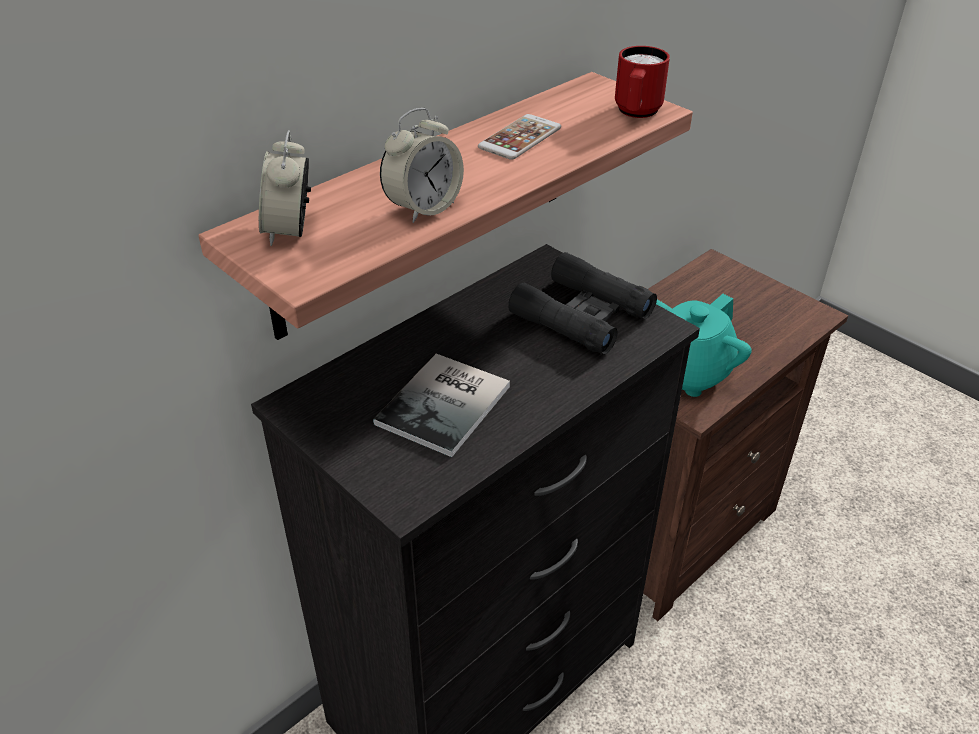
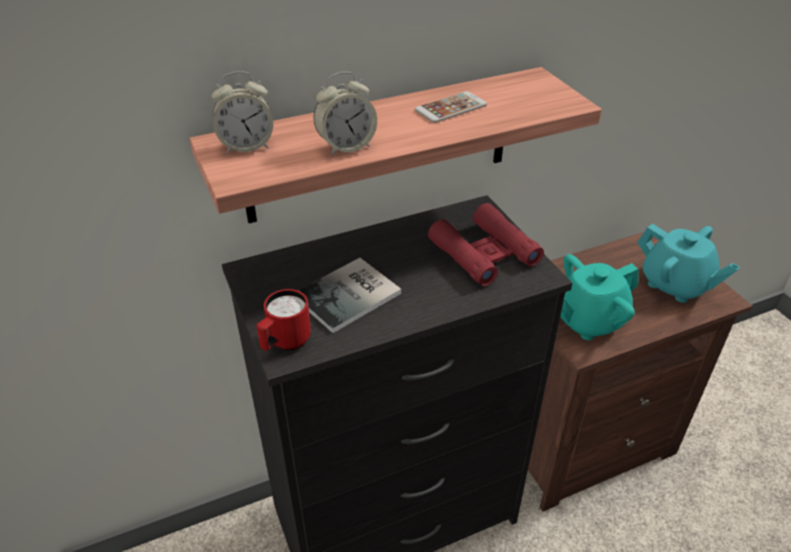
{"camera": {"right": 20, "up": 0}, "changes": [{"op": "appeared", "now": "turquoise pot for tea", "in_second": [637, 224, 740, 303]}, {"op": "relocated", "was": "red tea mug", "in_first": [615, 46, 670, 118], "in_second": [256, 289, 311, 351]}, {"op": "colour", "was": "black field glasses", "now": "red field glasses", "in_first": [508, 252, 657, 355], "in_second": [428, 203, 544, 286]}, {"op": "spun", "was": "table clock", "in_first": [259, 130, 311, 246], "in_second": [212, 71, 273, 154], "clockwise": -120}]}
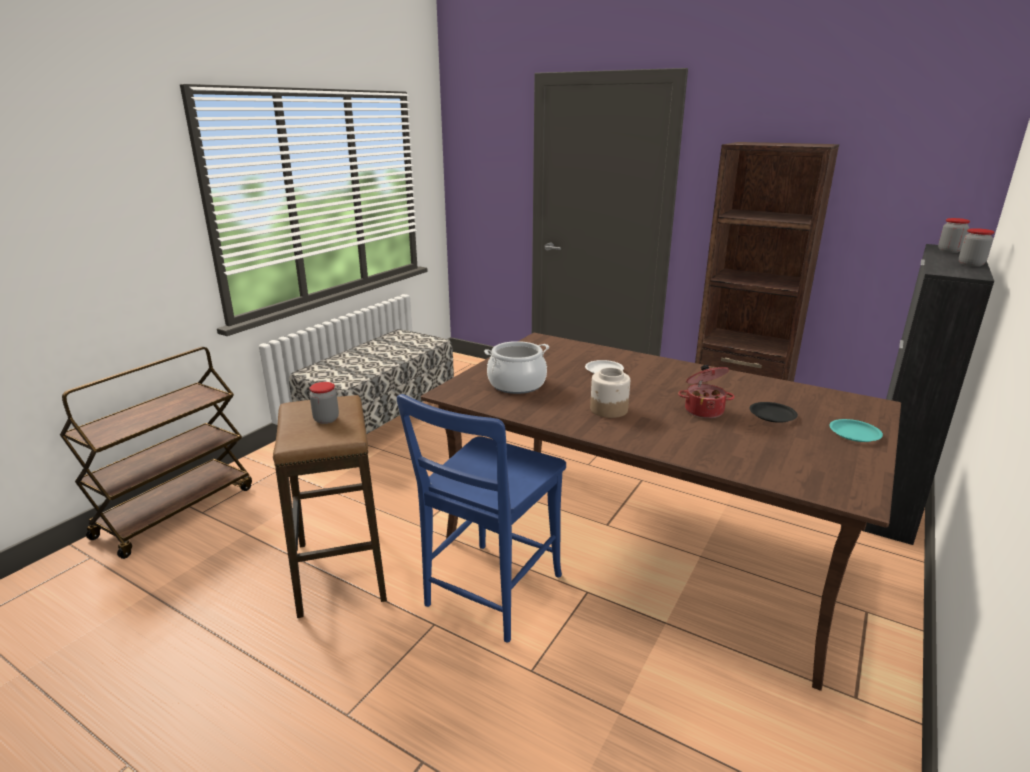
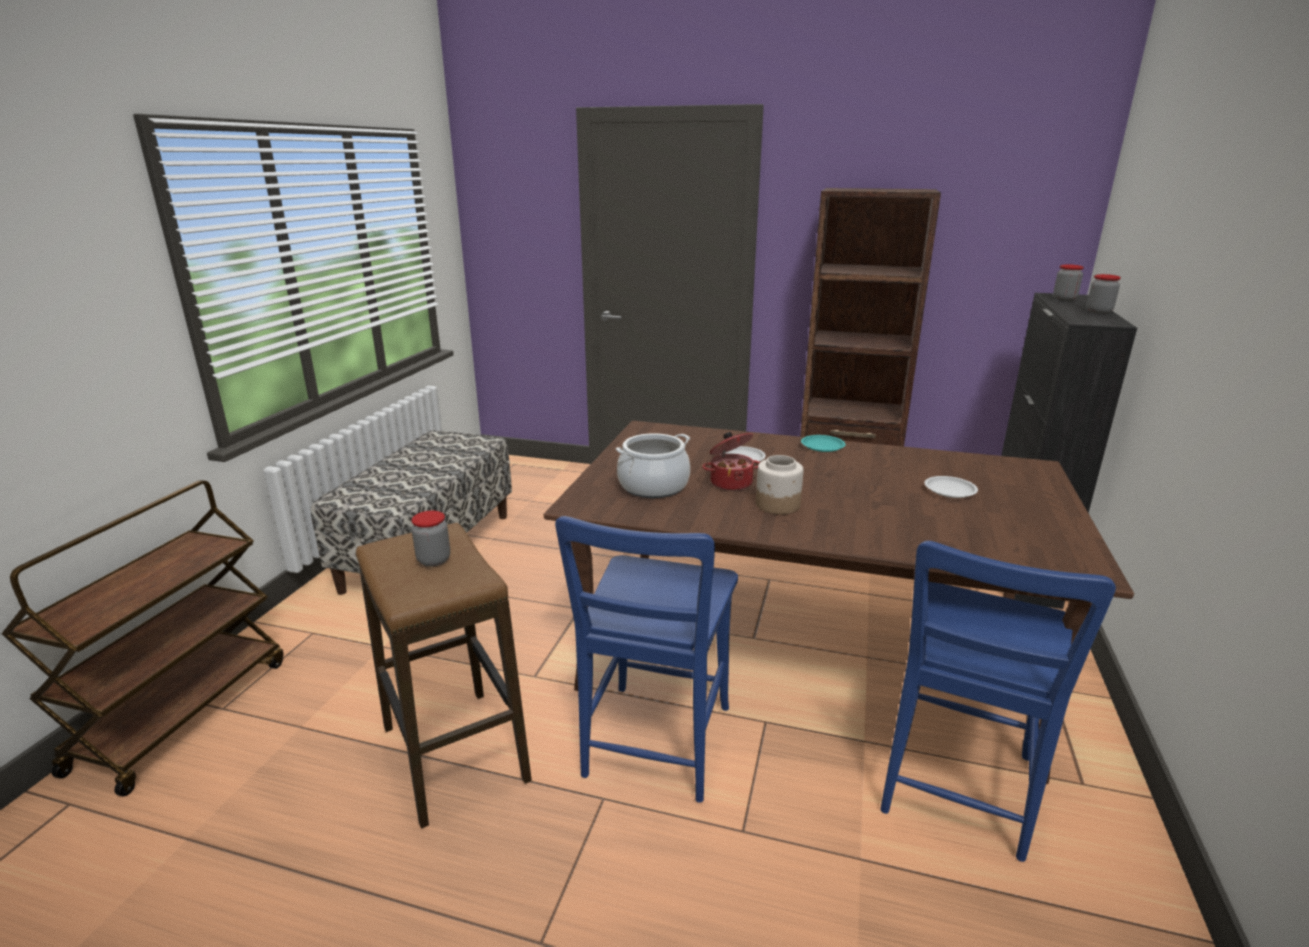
{"camera": {"right": -15, "up": 0}, "changes": [{"op": "appeared", "now": "blue plain chair", "in_second": [880, 541, 1116, 862]}, {"op": "relocated", "was": "stockpot", "in_first": [678, 365, 735, 418], "in_second": [702, 432, 760, 491]}, {"op": "relocated", "was": "turquoise flat dish", "in_first": [829, 419, 883, 442], "in_second": [801, 435, 845, 452]}, {"op": "colour", "was": "black flat dish", "now": "white-coloured flat dish", "in_first": [749, 402, 798, 423], "in_second": [924, 476, 978, 498]}]}
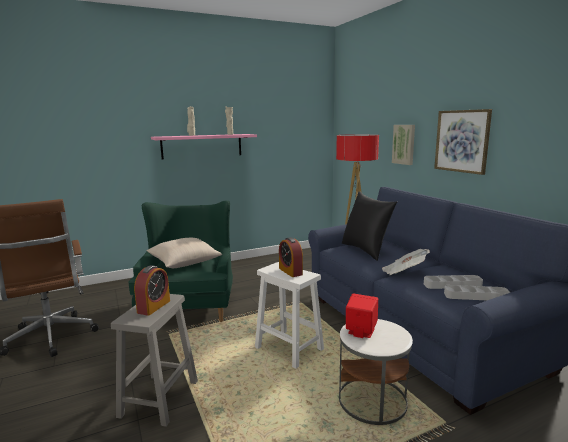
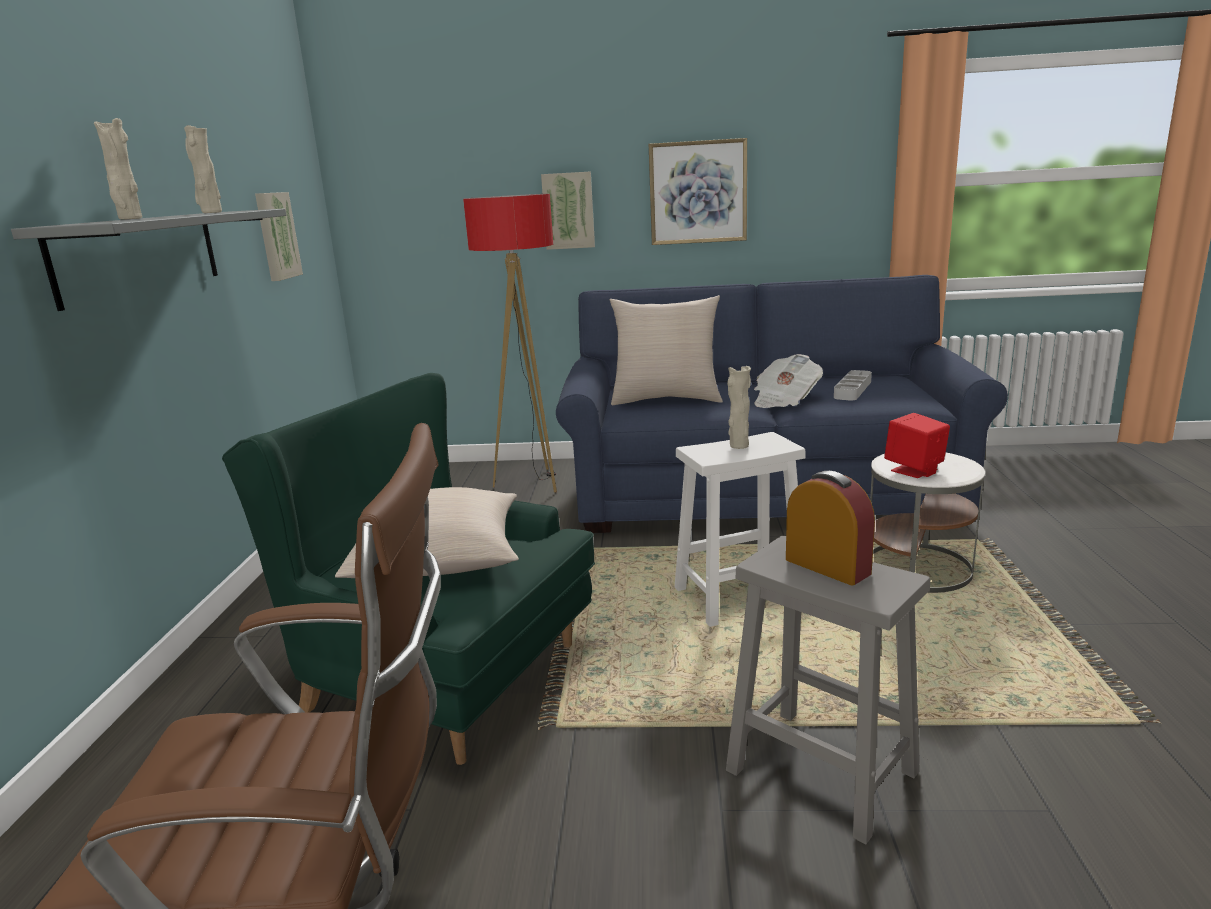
{"camera": {"right": -60, "up": 5}, "changes": [{"op": "missing", "was": "grey tray", "in_first": [444, 285, 511, 300]}, {"op": "appeared", "now": "wall picture", "in_second": [255, 192, 303, 281]}, {"op": "exchanged", "was": "table clock", "now": "beige vase", "in_first": [279, 237, 303, 277], "in_second": [727, 366, 751, 449]}, {"op": "colour", "was": "pinkish bracket shelf", "now": "grey bracket shelf", "in_first": [151, 134, 257, 159], "in_second": [11, 209, 286, 311]}, {"op": "colour", "was": "black cushion", "now": "beige cushion", "in_first": [342, 191, 397, 261], "in_second": [609, 295, 723, 405]}]}
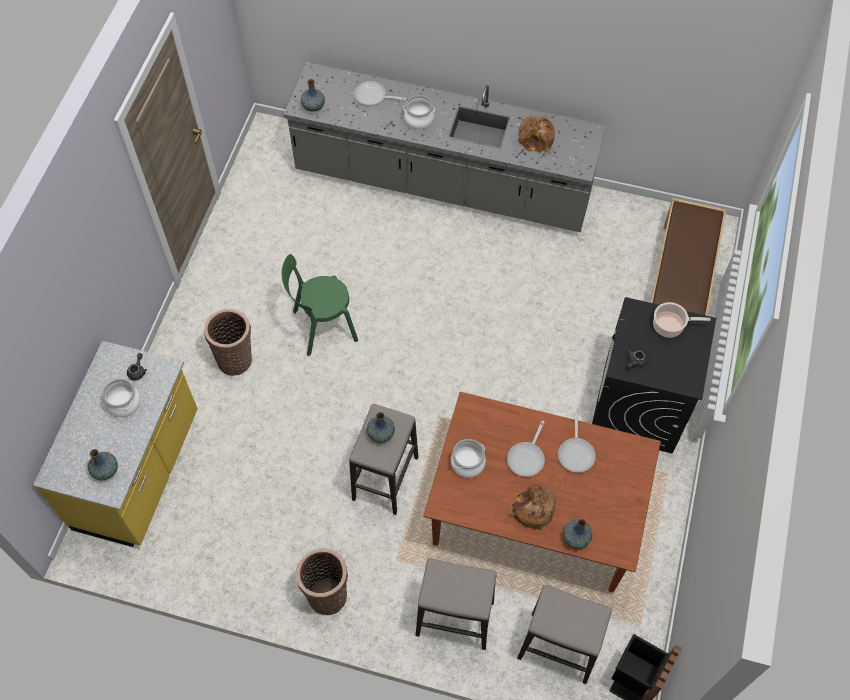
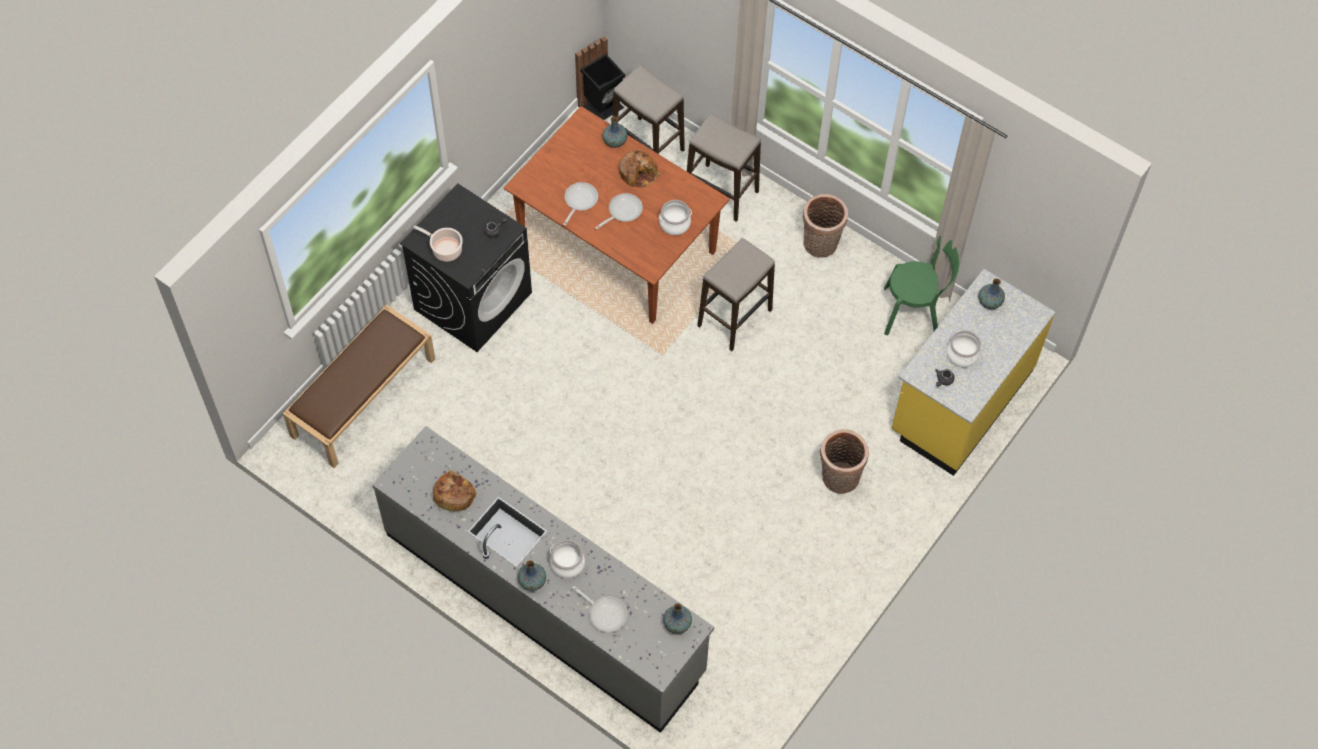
{"camera": {"right": -160, "up": 0}, "changes": [{"op": "relocated", "was": "green-coloured plain chair", "in_first": [282, 254, 358, 356], "in_second": [884, 236, 959, 335]}, {"op": "relocated", "was": "vase", "in_first": [367, 412, 395, 443], "in_second": [518, 560, 546, 591]}]}
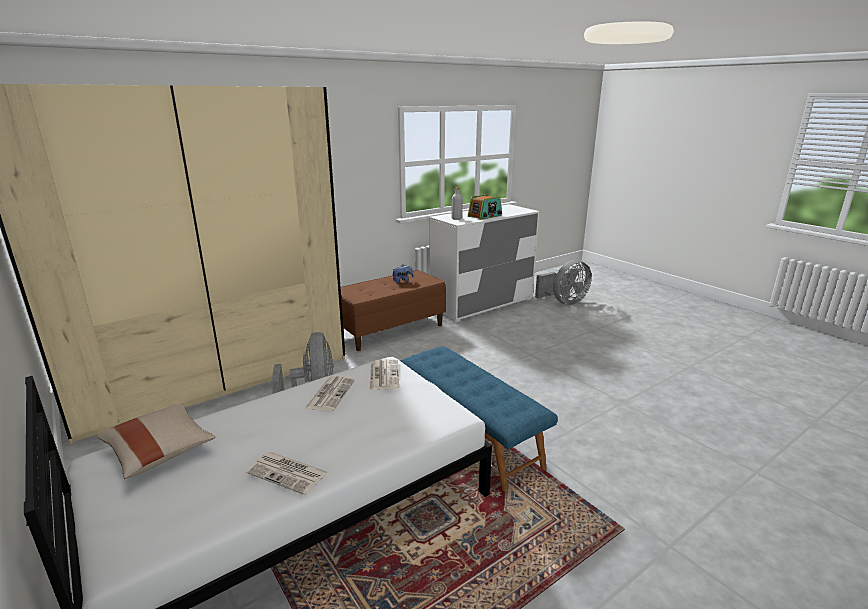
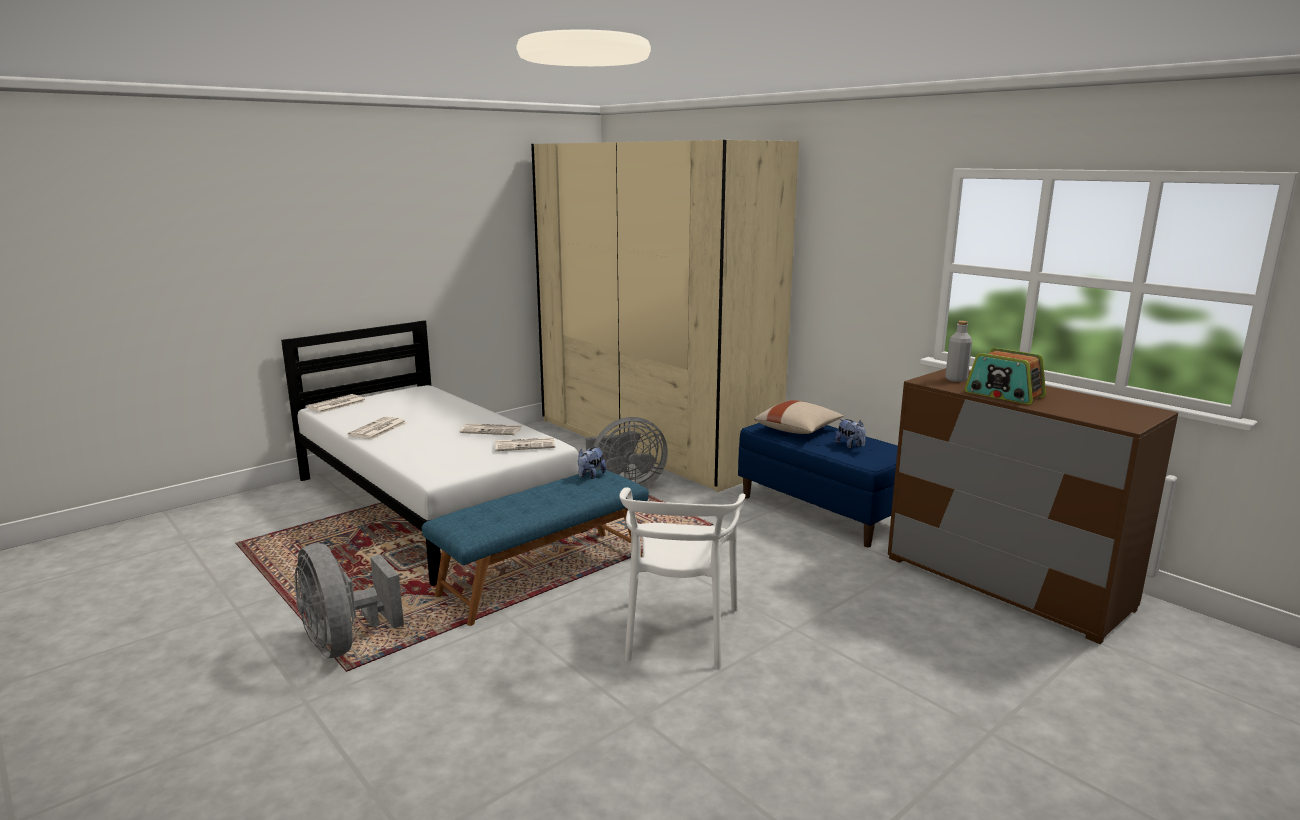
{"camera": {"right": 85, "up": -5}, "changes": [{"op": "appeared", "now": "printed paper", "in_second": [306, 394, 365, 413]}, {"op": "appeared", "now": "plush toy", "in_second": [578, 447, 606, 479]}, {"op": "appeared", "now": "white-coloured plain chair", "in_second": [619, 487, 745, 669]}, {"op": "relocated", "was": "beige cushion", "in_first": [97, 404, 215, 479], "in_second": [754, 400, 844, 434]}, {"op": "relocated", "was": "grey electric fan", "in_first": [535, 260, 592, 305], "in_second": [294, 543, 404, 658]}, {"op": "colour", "was": "brown-coloured indoor bench", "now": "blue indoor bench", "in_first": [341, 270, 446, 351], "in_second": [738, 423, 898, 547]}, {"op": "colour", "was": "white-coloured chest of drawers", "now": "brown-coloured chest of drawers", "in_first": [429, 204, 540, 323], "in_second": [888, 368, 1178, 644]}]}
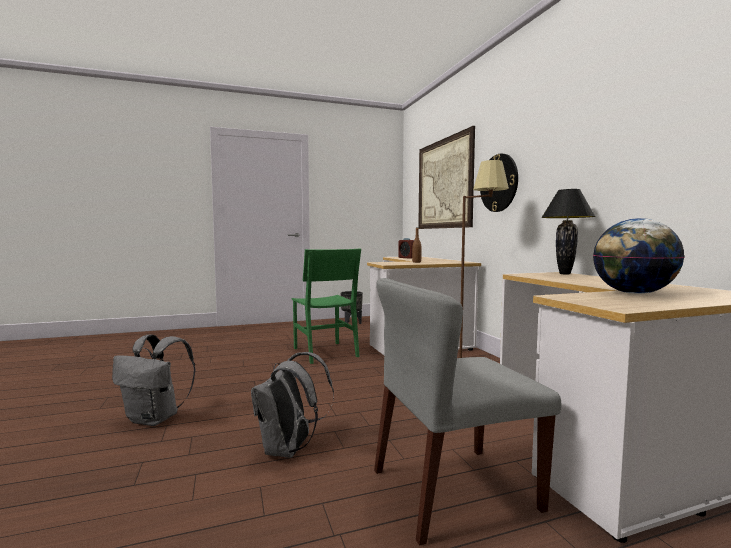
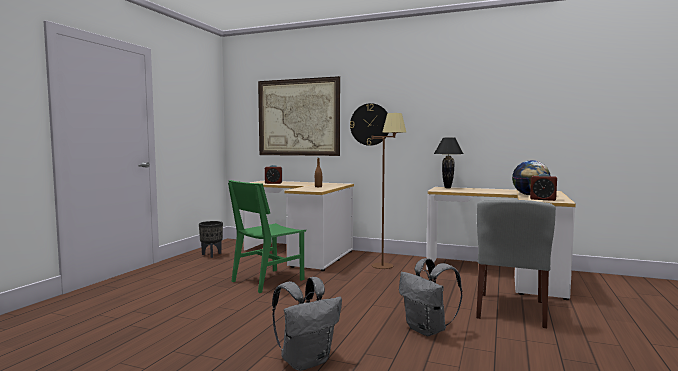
{"camera": {"right": -50, "up": 0}, "changes": [{"op": "appeared", "now": "table clock", "in_second": [530, 174, 557, 201]}, {"op": "spun", "was": "green-coloured plain chair", "in_first": [291, 249, 361, 364], "in_second": [228, 180, 306, 293], "clockwise": 120}]}
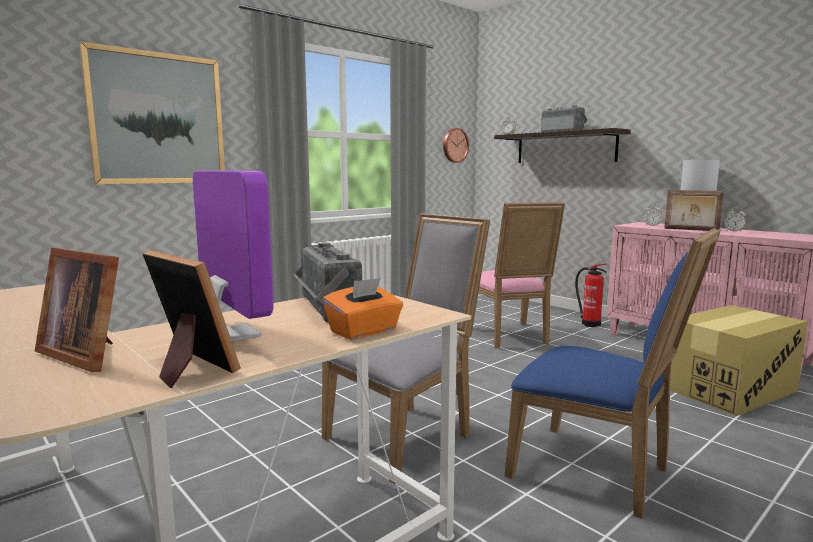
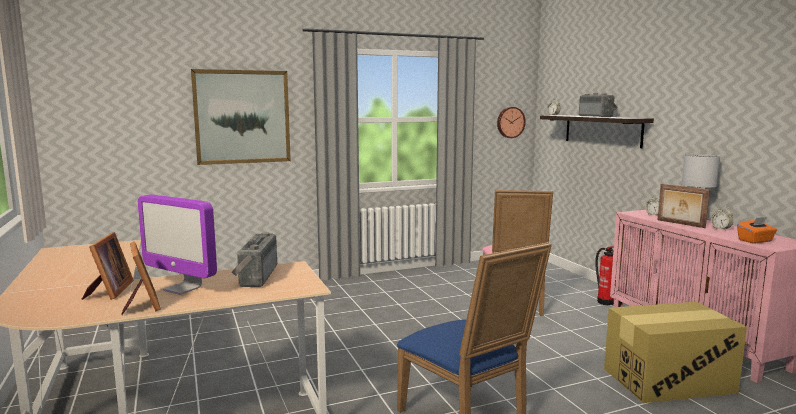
{"camera": {"right": 20, "up": 0}, "changes": [{"op": "missing", "was": "grey plain chair", "in_first": [322, 213, 490, 484]}, {"op": "relocated", "was": "orange tissue holder", "in_first": [323, 278, 403, 340], "in_second": [737, 217, 777, 243]}, {"op": "spun", "was": "photo frame", "in_first": [35, 247, 119, 372], "in_second": [82, 232, 134, 300], "clockwise": -150}, {"op": "spun", "was": "computer screen", "in_first": [193, 170, 274, 342], "in_second": [138, 194, 217, 295], "clockwise": 135}]}
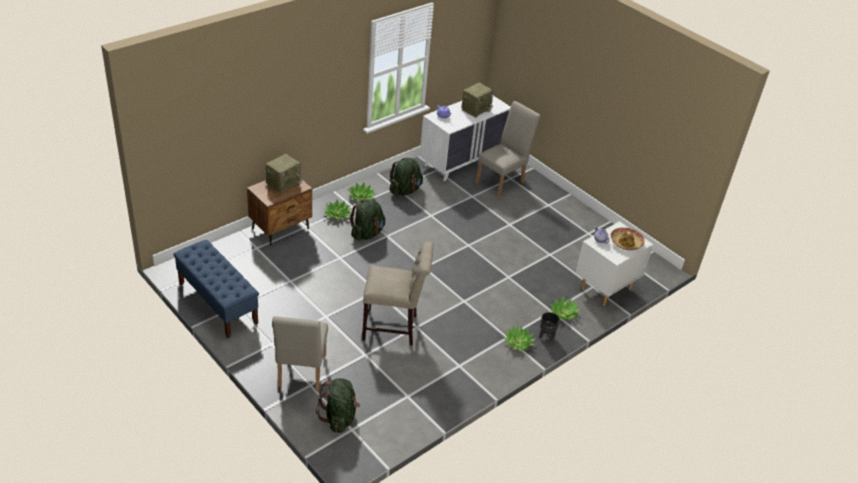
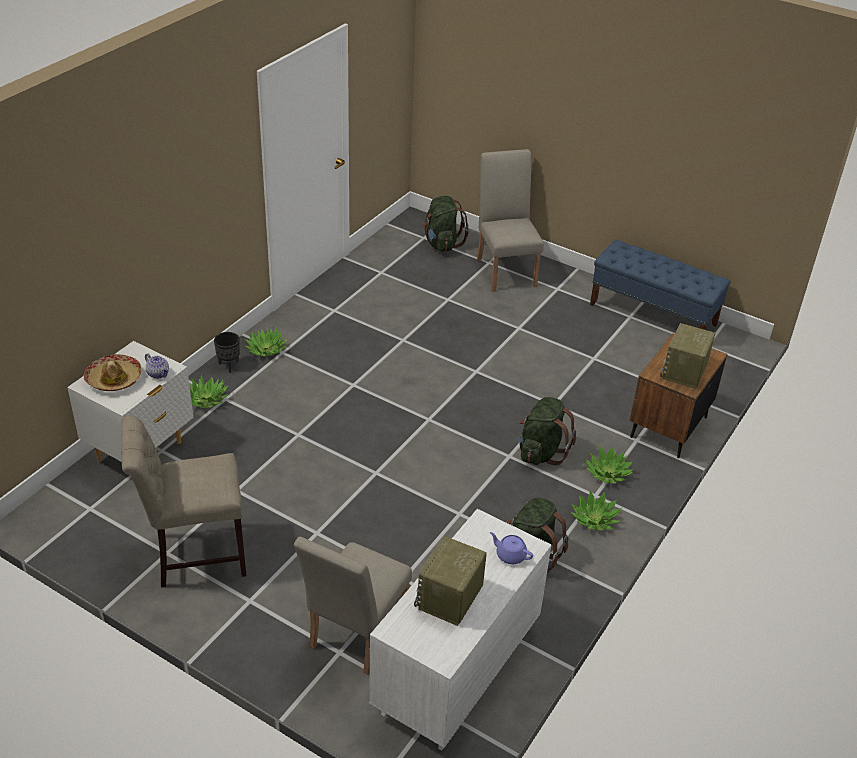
{"camera": {"right": 165, "up": 0}, "changes": [{"op": "relocated", "was": "beige plain chair", "in_first": [362, 242, 434, 346], "in_second": [121, 415, 246, 588]}]}
